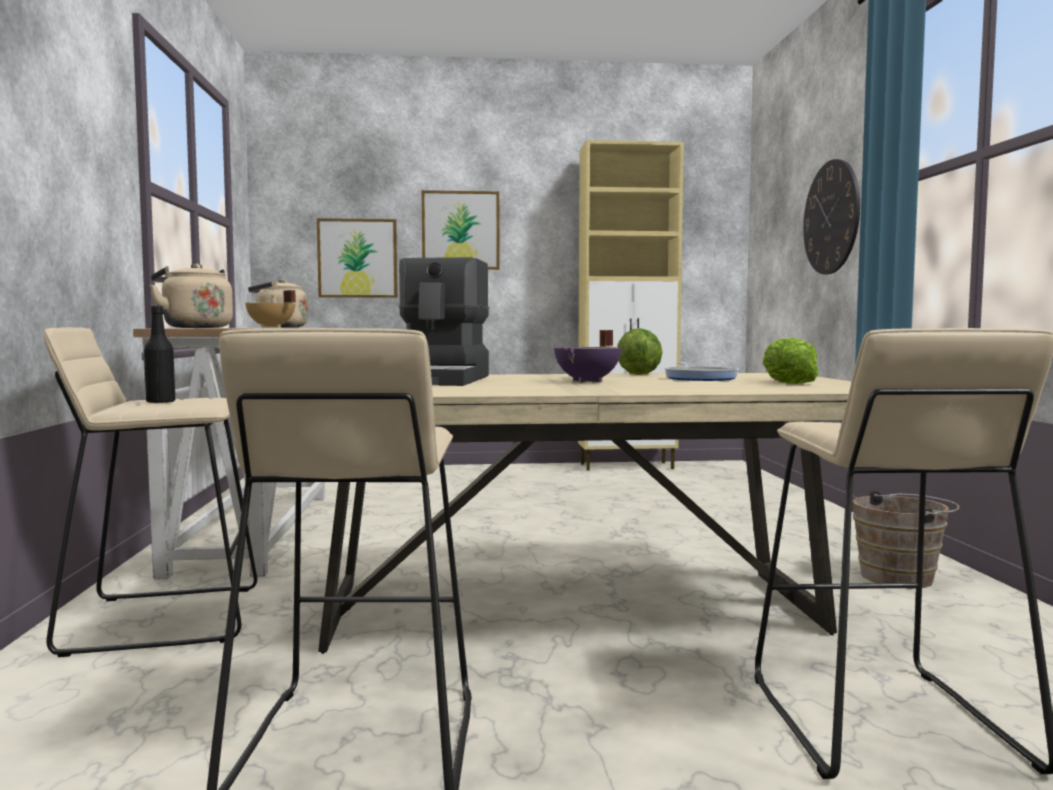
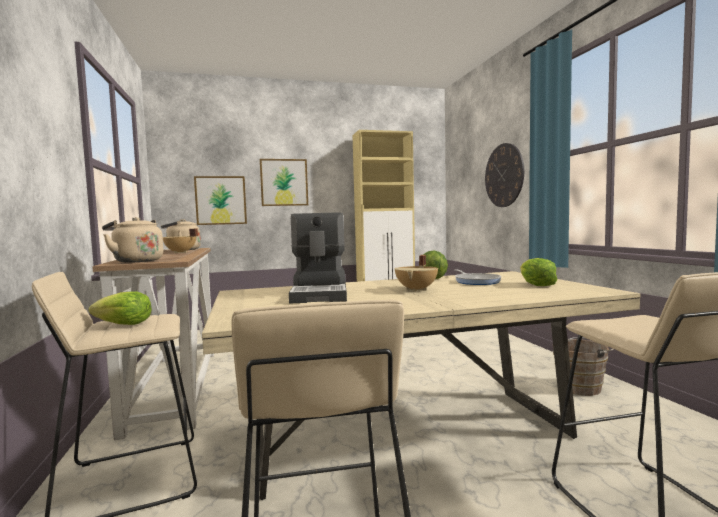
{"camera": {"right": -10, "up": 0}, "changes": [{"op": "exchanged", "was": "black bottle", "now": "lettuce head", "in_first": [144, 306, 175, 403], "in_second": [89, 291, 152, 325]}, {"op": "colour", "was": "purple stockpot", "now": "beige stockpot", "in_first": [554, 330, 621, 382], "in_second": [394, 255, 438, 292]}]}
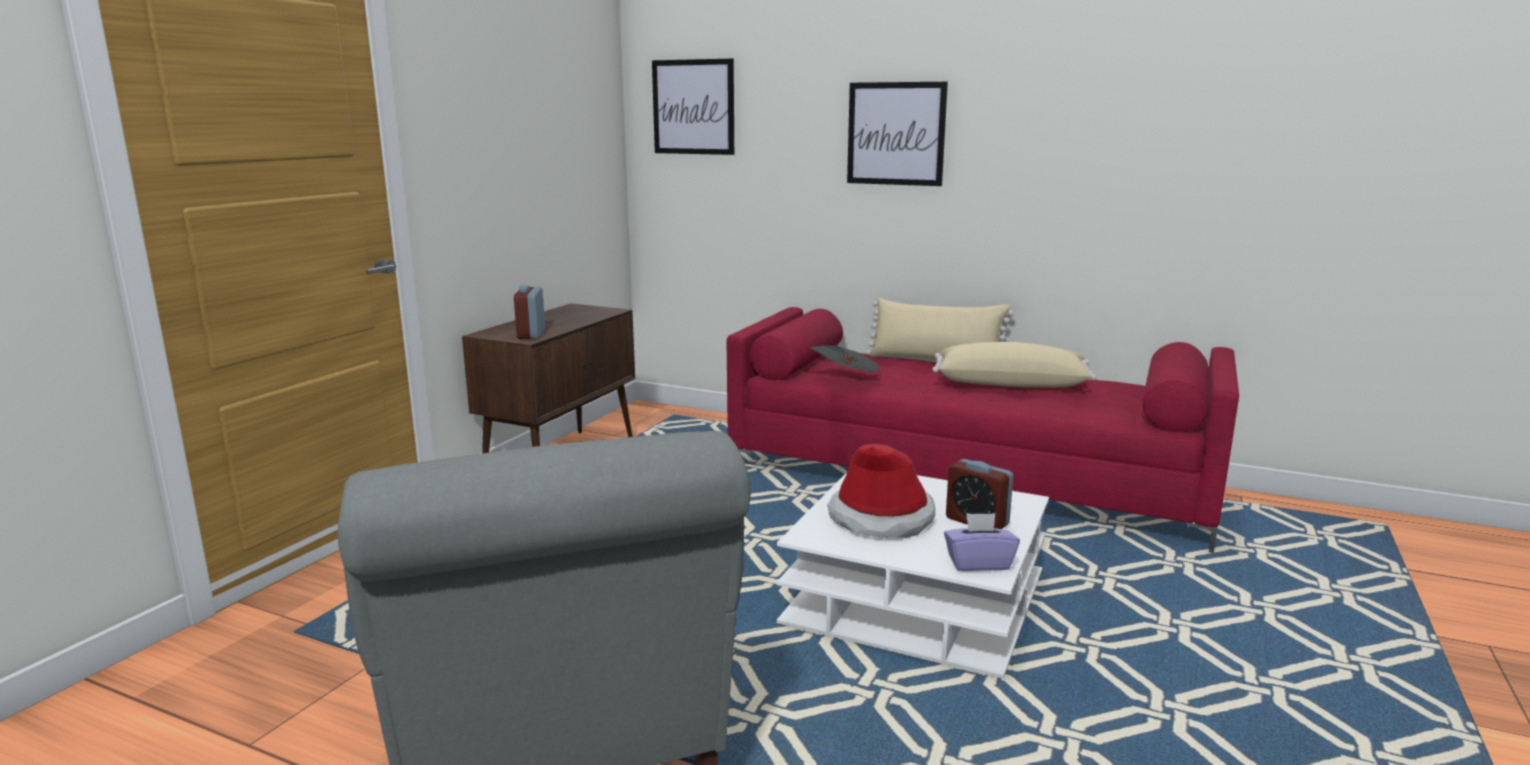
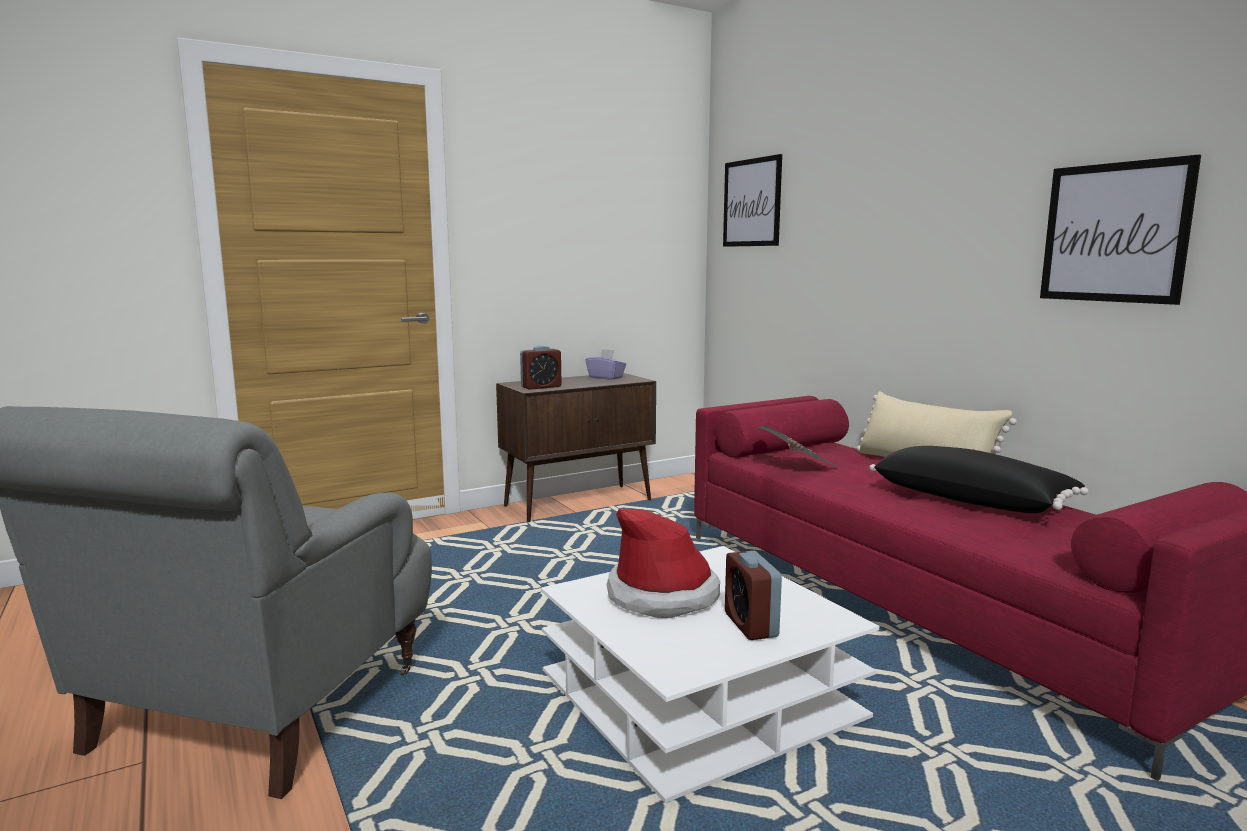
{"camera": {"right": 35, "up": -5}, "changes": [{"op": "relocated", "was": "wall picture", "in_first": [847, 82, 948, 186], "in_second": [1040, 155, 1201, 305]}, {"op": "relocated", "was": "purple tissue holder", "in_first": [944, 513, 1020, 571], "in_second": [585, 349, 626, 380]}, {"op": "colour", "was": "beige cushion", "now": "black cushion", "in_first": [932, 342, 1097, 387], "in_second": [869, 446, 1089, 513]}, {"op": "spun", "was": "table clock", "in_first": [514, 285, 545, 339], "in_second": [520, 346, 561, 390], "clockwise": -150}]}
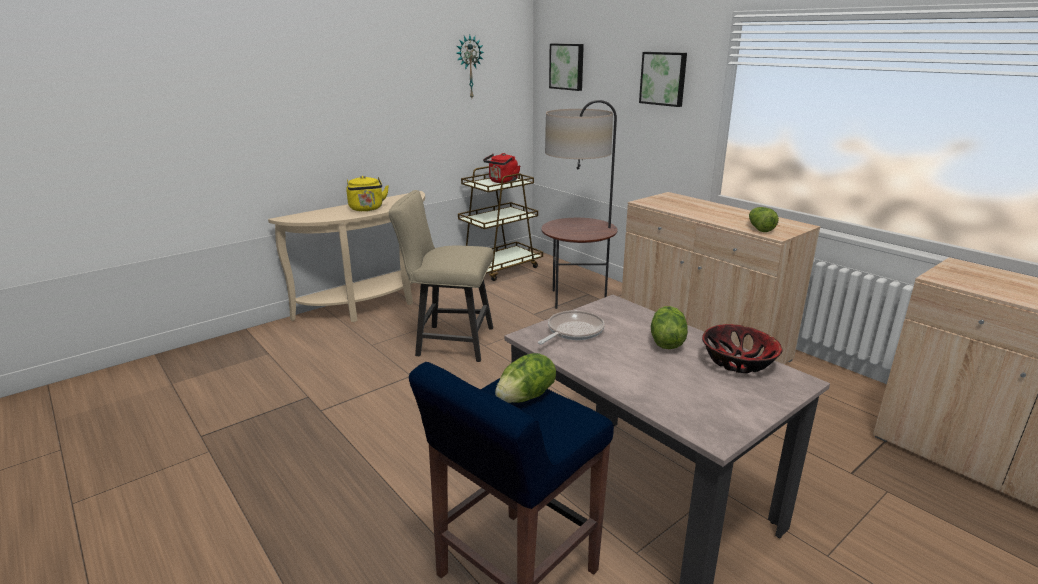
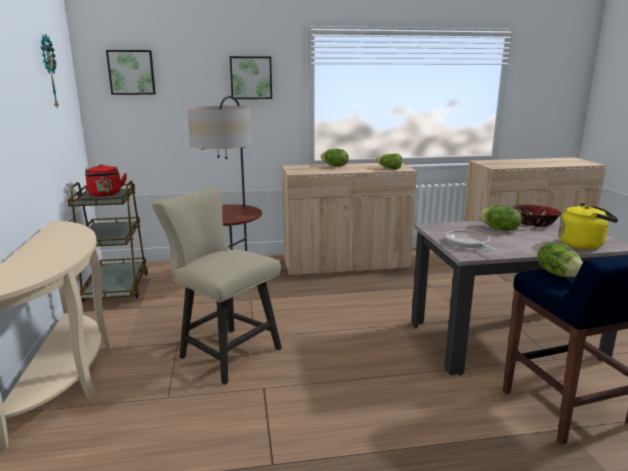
{"camera": {"right": -60, "up": -5}, "changes": [{"op": "appeared", "now": "lettuce head", "in_second": [321, 149, 349, 166]}, {"op": "relocated", "was": "yellow kettle", "in_first": [346, 176, 389, 211], "in_second": [559, 203, 618, 249]}, {"op": "spun", "was": "beige plain chair", "in_first": [388, 190, 493, 362], "in_second": [152, 187, 282, 385], "clockwise": 90}]}
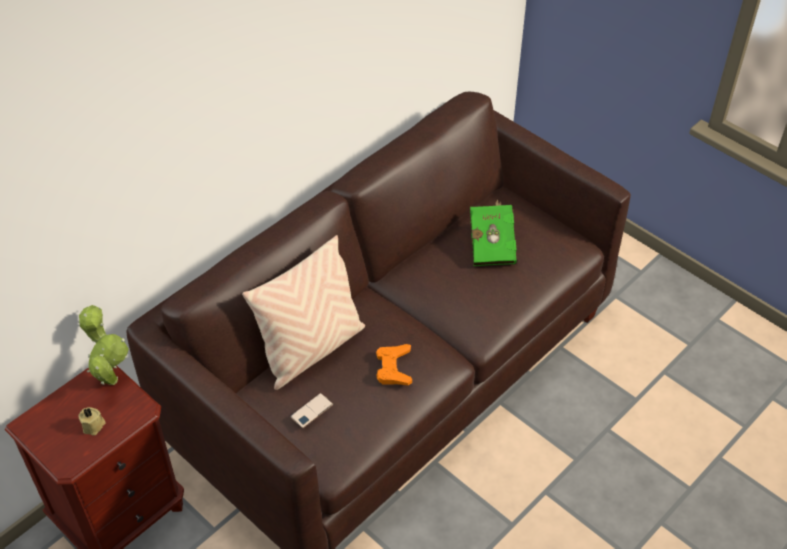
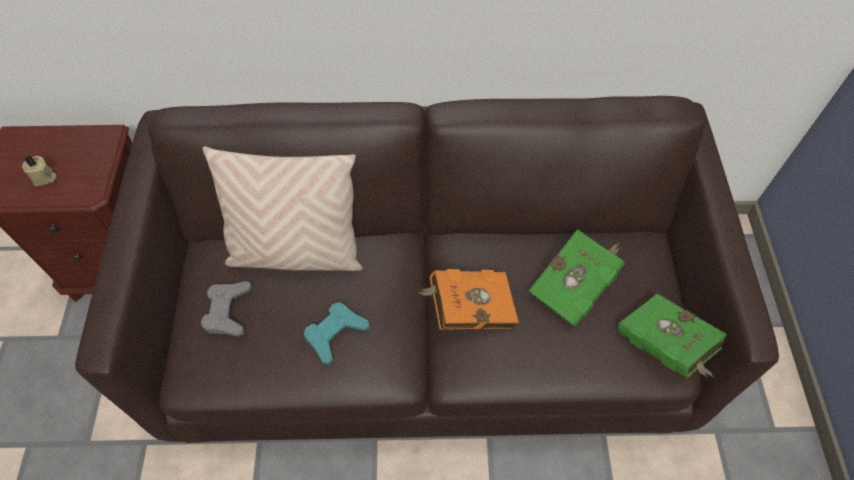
{"camera": {"right": 45, "up": 10}, "changes": [{"op": "missing", "was": "plant in a pot", "in_first": [78, 305, 129, 385]}, {"op": "appeared", "now": "orange volume", "in_second": [418, 269, 519, 330]}, {"op": "appeared", "now": "green-coloured volume", "in_second": [618, 294, 727, 378]}, {"op": "exchanged", "was": "telephone", "now": "grey game controller", "in_first": [290, 393, 333, 428], "in_second": [201, 281, 252, 337]}, {"op": "colour", "was": "orange game controller", "now": "turquoise game controller", "in_first": [376, 344, 412, 385], "in_second": [304, 302, 370, 365]}]}
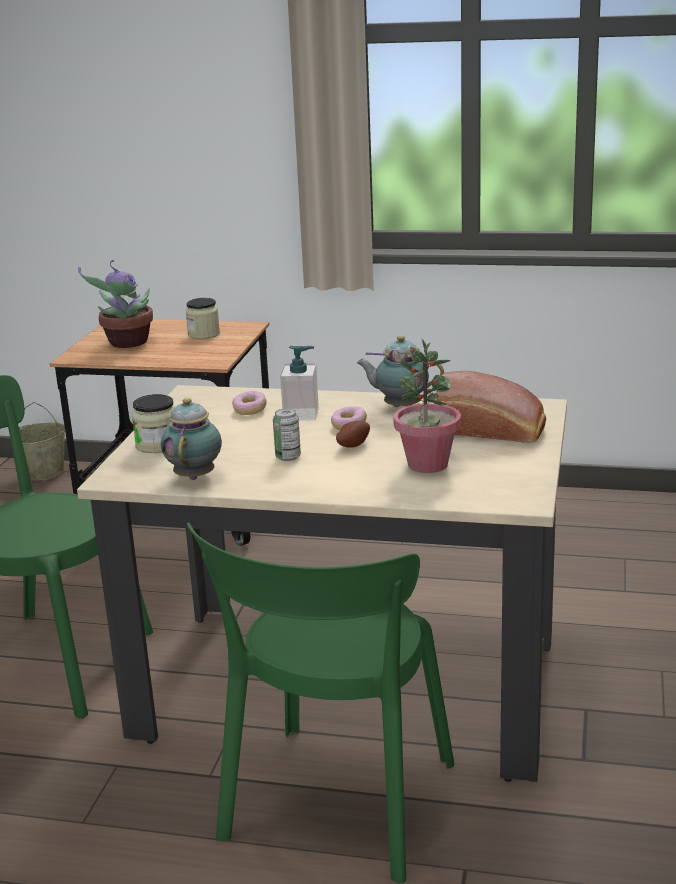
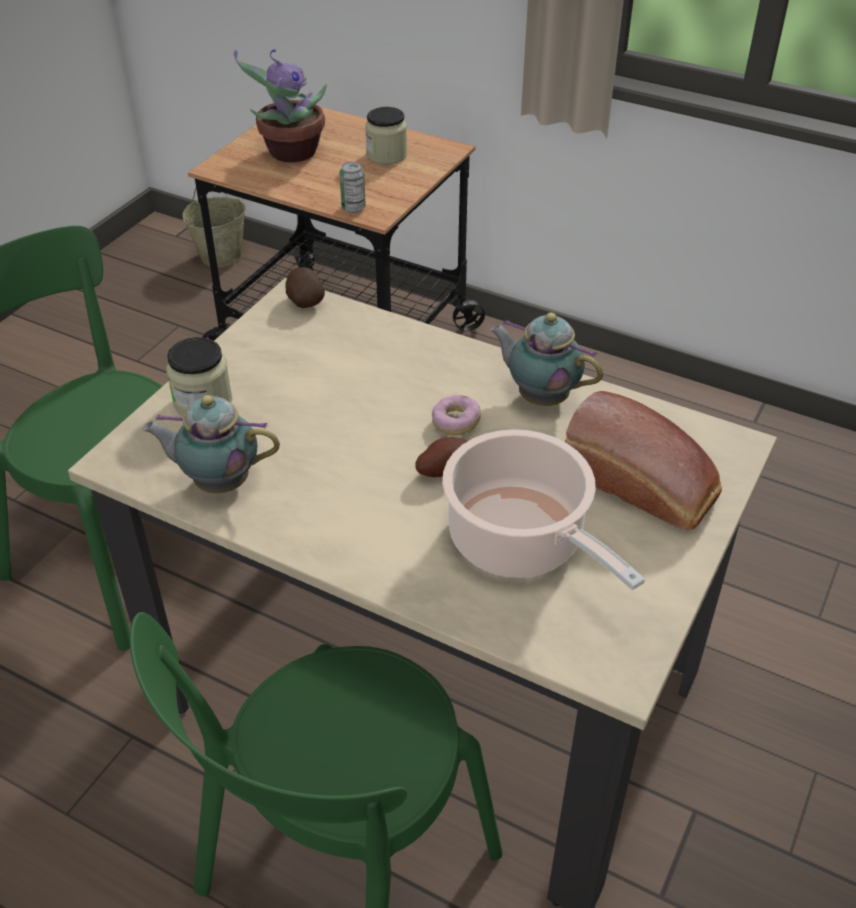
{"camera": {"right": 15, "up": 20}, "changes": [{"op": "missing", "was": "donut", "in_first": [232, 391, 267, 415]}, {"op": "missing", "was": "soap dispenser", "in_first": [280, 346, 319, 421]}, {"op": "appeared", "now": "potato", "in_second": [286, 267, 325, 308]}, {"op": "relocated", "was": "metal can", "in_first": [273, 408, 301, 461], "in_second": [339, 162, 366, 213]}, {"op": "exchanged", "was": "plant in a pot", "now": "stockpot", "in_first": [393, 339, 461, 473], "in_second": [442, 429, 645, 590]}, {"op": "spun", "was": "pot for tea", "in_first": [161, 398, 222, 480], "in_second": [143, 395, 280, 493], "clockwise": -105}]}
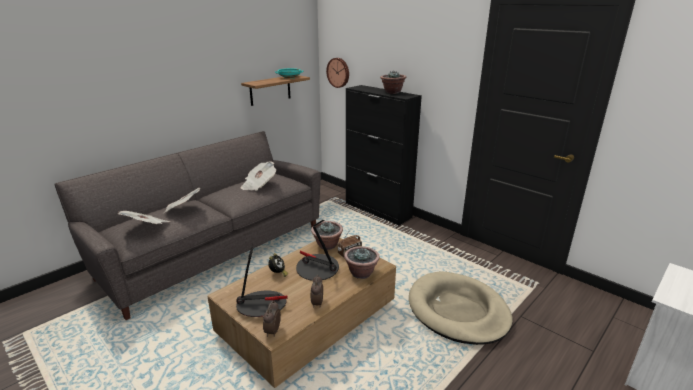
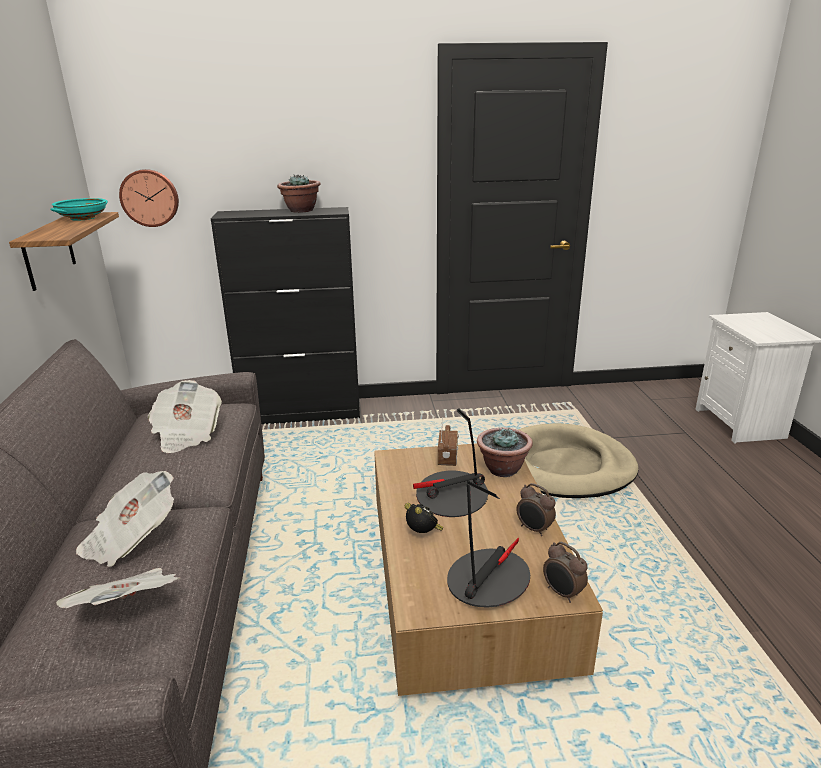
{"camera": {"right": -50, "up": 0}, "changes": [{"op": "missing", "was": "plant in a pot", "in_first": [311, 221, 343, 250]}]}
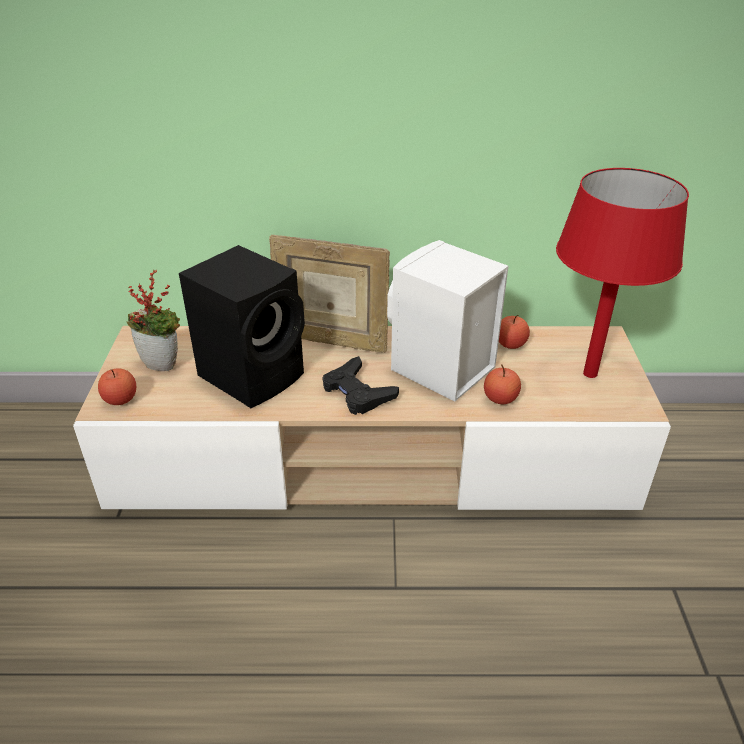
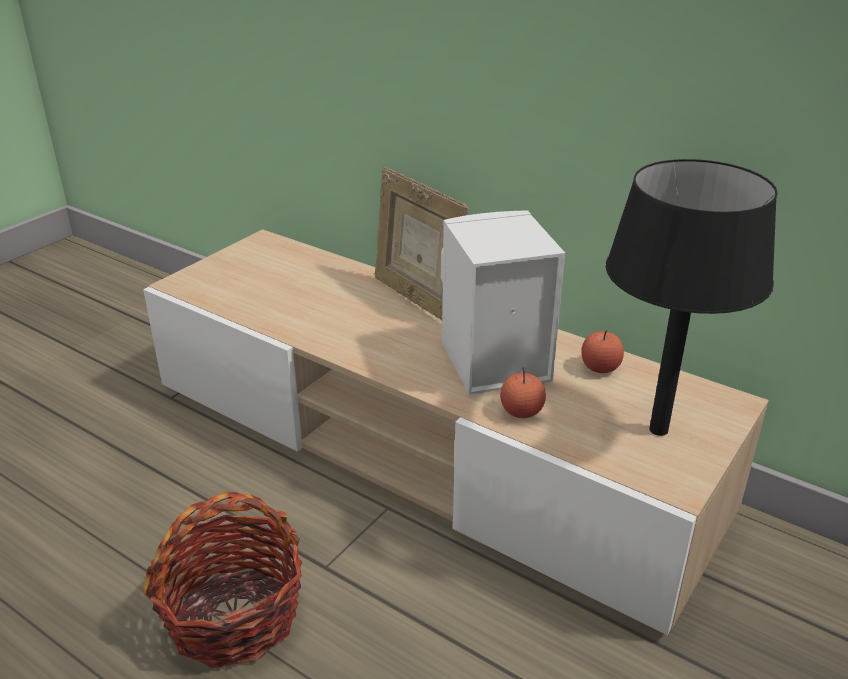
{"camera": {"right": 35, "up": -5}, "changes": [{"op": "missing", "was": "apple", "in_first": [98, 368, 136, 405]}, {"op": "missing", "was": "plant in a pot", "in_first": [126, 270, 180, 371]}, {"op": "missing", "was": "black loudspeaker", "in_first": [179, 245, 305, 408]}, {"op": "missing", "was": "black game controller", "in_first": [322, 356, 399, 415]}, {"op": "appeared", "now": "household basket", "in_second": [142, 492, 302, 669]}, {"op": "colour", "was": "red tabletop lamp", "now": "black tabletop lamp", "in_first": [556, 168, 689, 378], "in_second": [606, 159, 778, 436]}]}
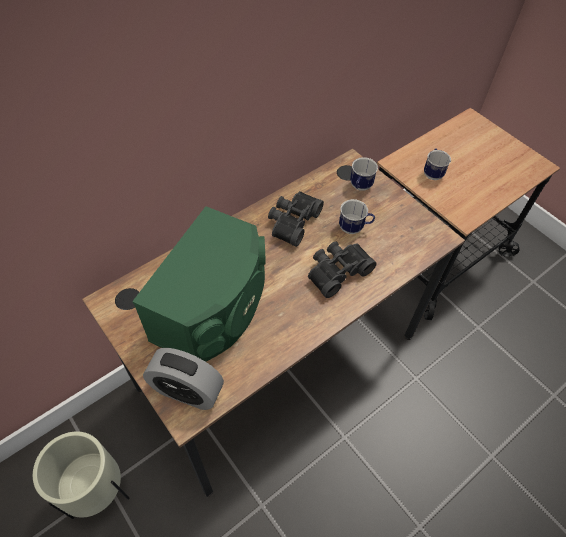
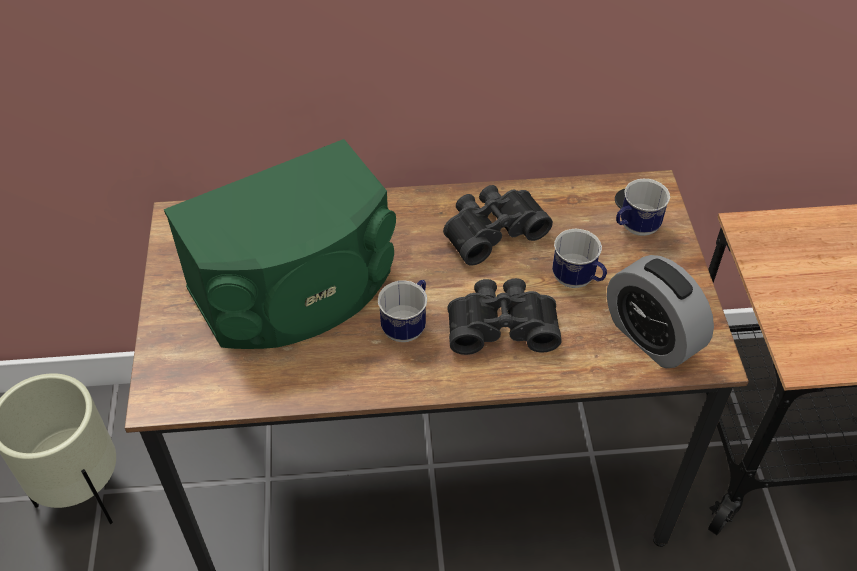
{"camera": {"right": 35, "up": -5}, "changes": [{"op": "relocated", "was": "table clock", "in_first": [143, 348, 224, 410], "in_second": [607, 255, 714, 368]}, {"op": "relocated", "was": "tea mug", "in_first": [424, 148, 451, 180], "in_second": [378, 280, 427, 342]}]}
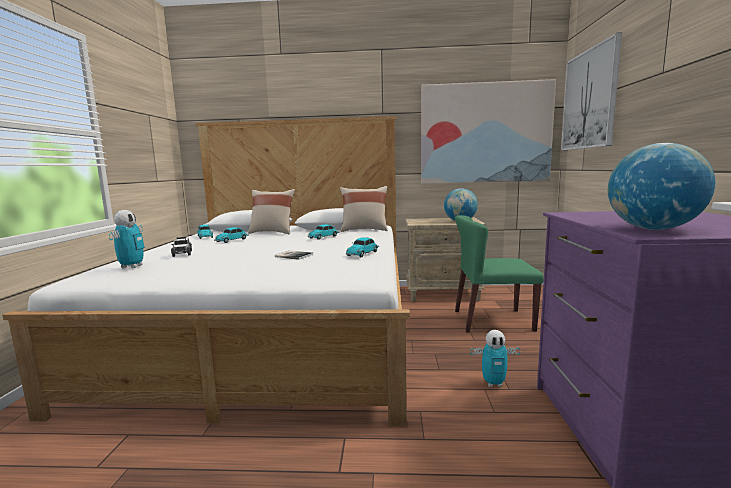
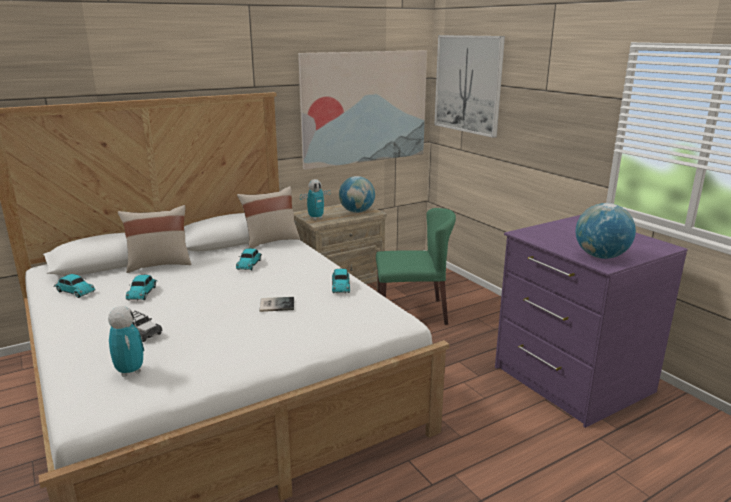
{"camera": {"right": -35, "up": 10}, "changes": [{"op": "relocated", "was": "model robot", "in_first": [470, 330, 520, 387], "in_second": [300, 179, 331, 220]}, {"op": "spun", "was": "green-coloured plain chair", "in_first": [455, 215, 544, 332], "in_second": [376, 208, 456, 325], "clockwise": -150}]}
